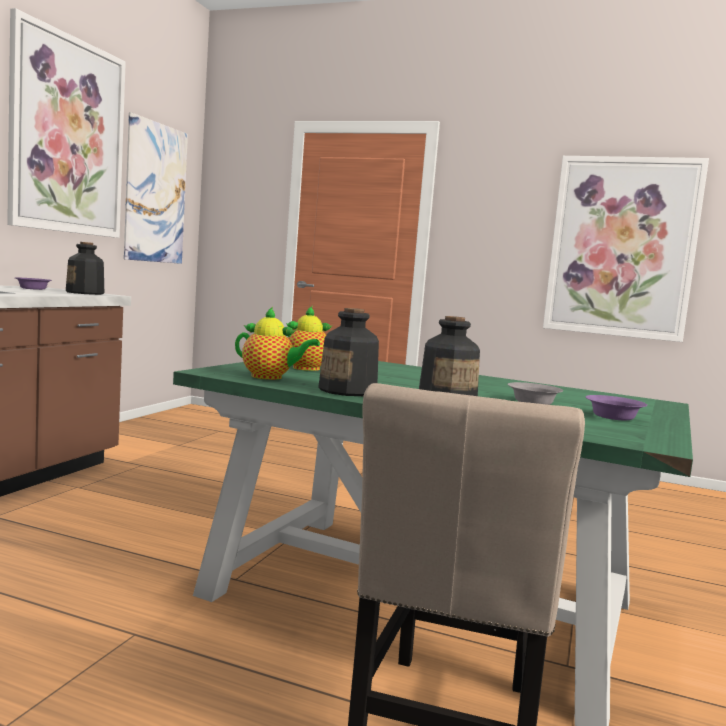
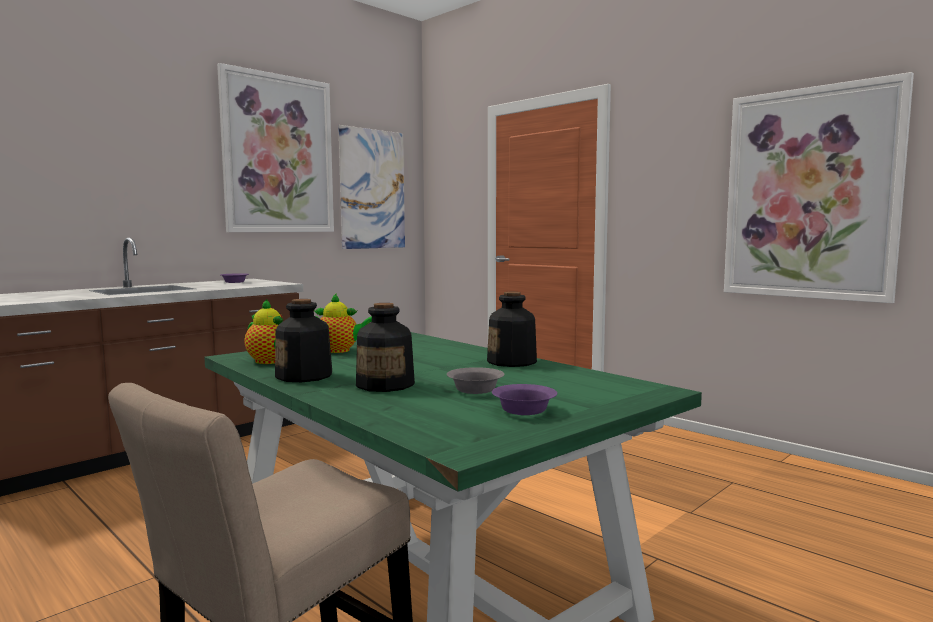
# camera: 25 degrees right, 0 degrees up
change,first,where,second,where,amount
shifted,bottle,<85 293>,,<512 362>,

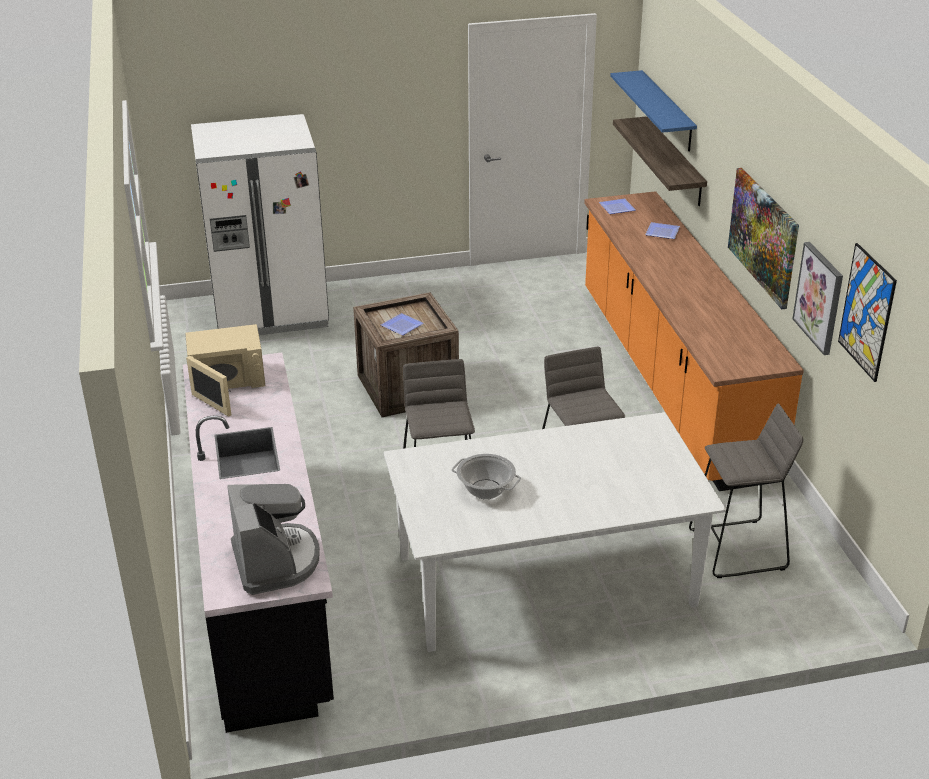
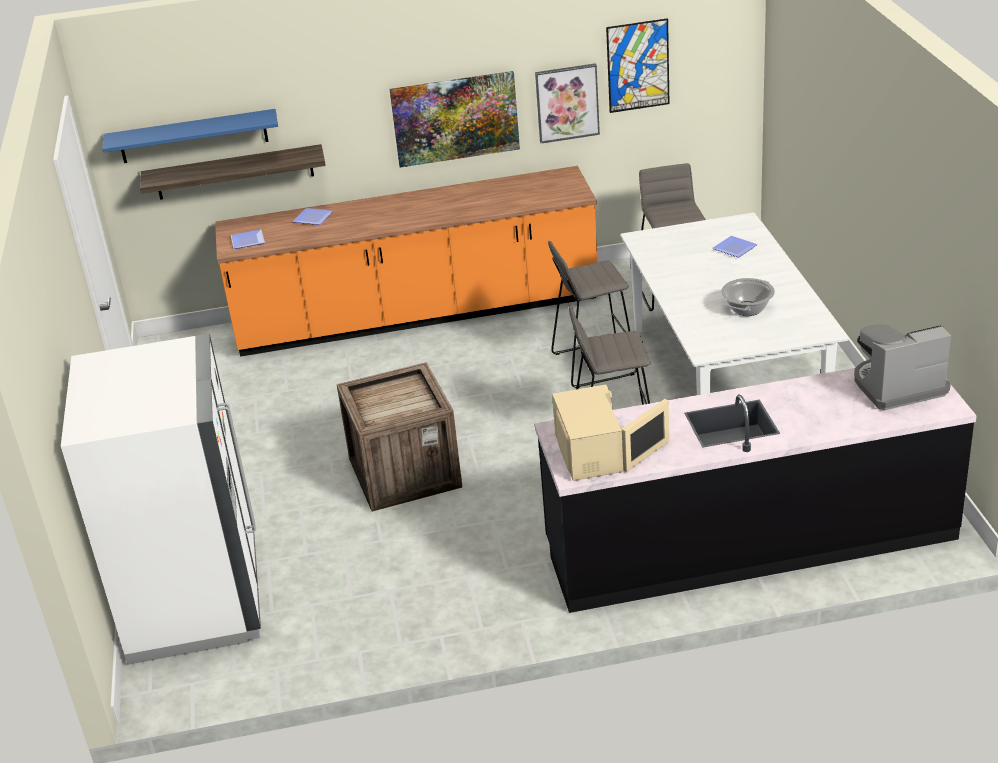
# camera: 85 degrees left, 0 degrees up
change,first,where,second,where,amount
shifted,plate,<402 327>,,<736 248>,

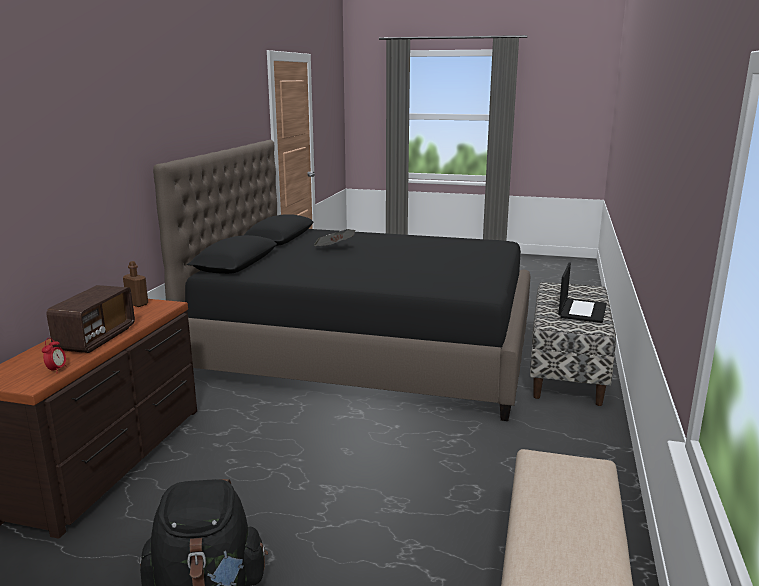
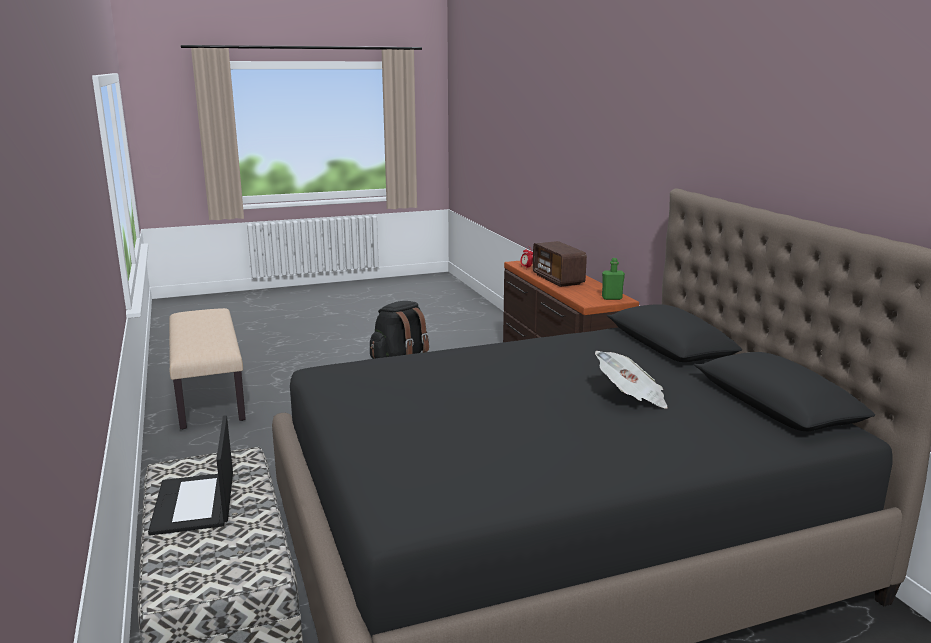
# camera: 145 degrees right, 0 degrees up
change,first,where,second,where,amount
repainted,brownish bottle,<137 304>,green-coloured bottle,<611 298>,

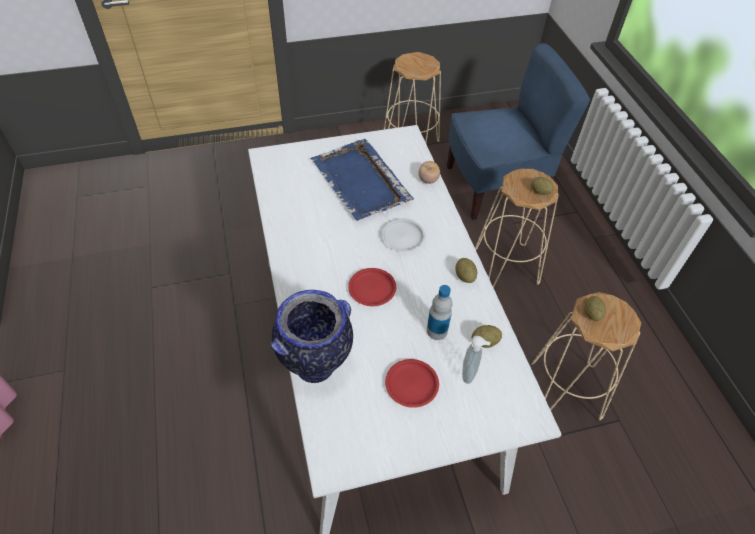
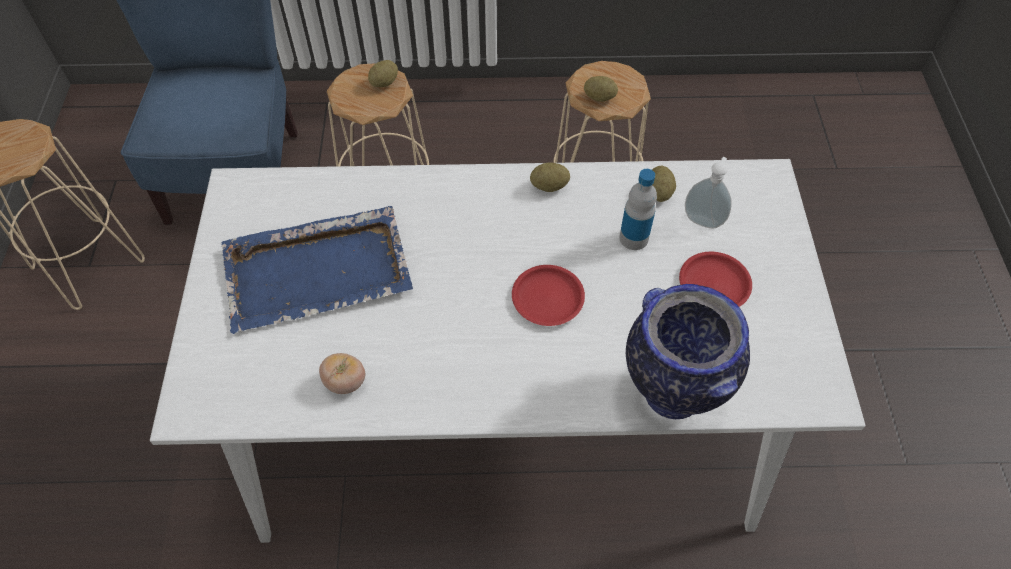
# camera: 75 degrees left, 5 degrees up
change,first,where,second,where,amount
gone,white plate,<403 237>,,,
shifted,fresh tomato,<428 179>,,<345 382>,

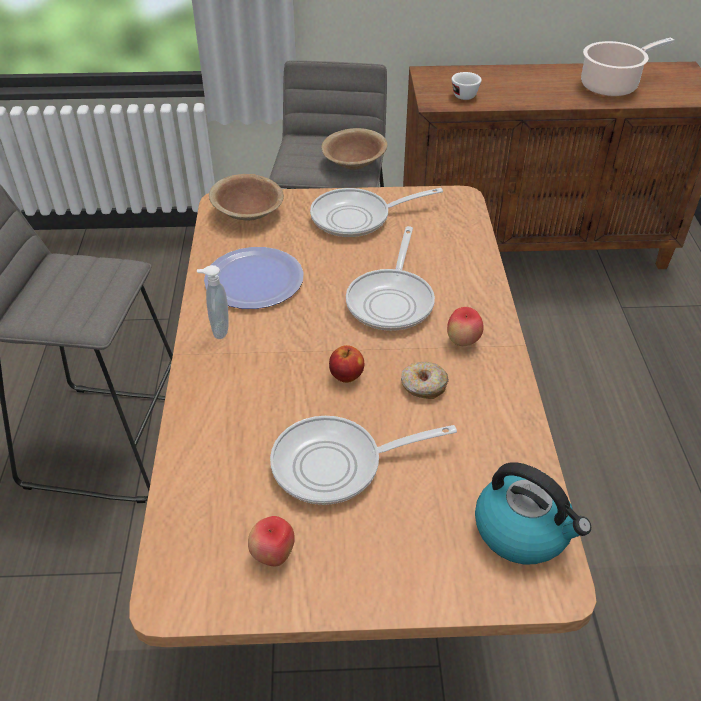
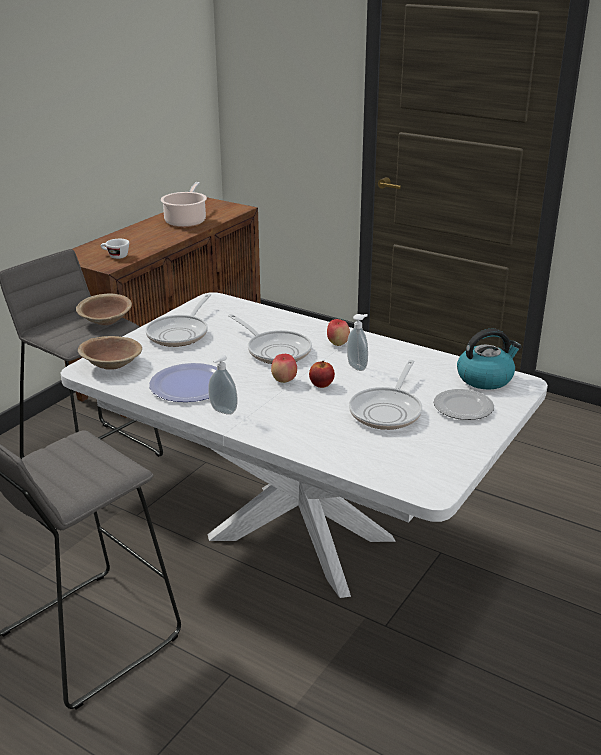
# camera: 55 degrees left, 15 degrees down
change,first,where,second,where,amount
repainted,brownish kitchen table,<351 516>,white kitchen table,<301 539>,
shifted,whole apple,<273 555>,,<284 381>,
swapped,ring doughnut,<423 386>,soap bottle,<358 366>,
new,,,plate,<463 407>,

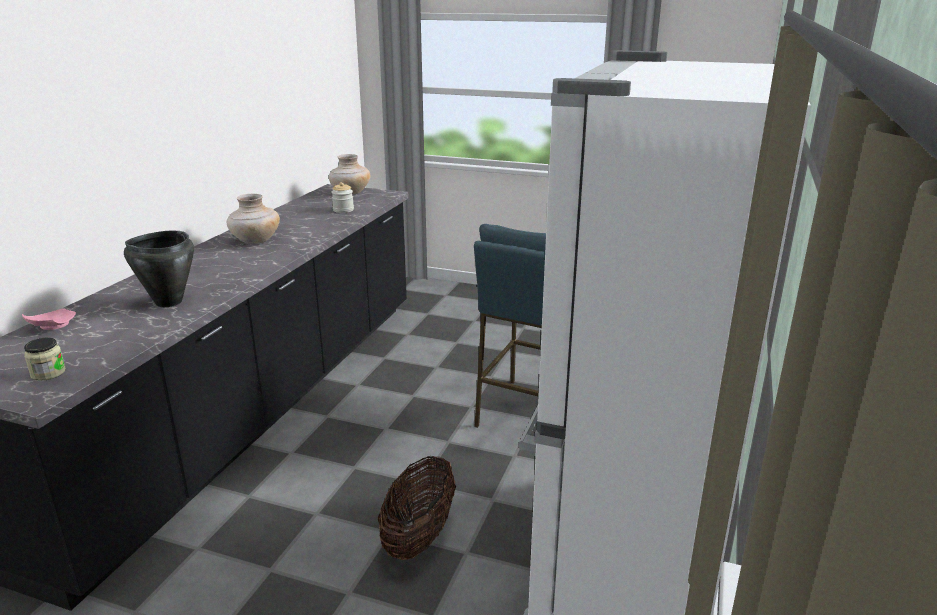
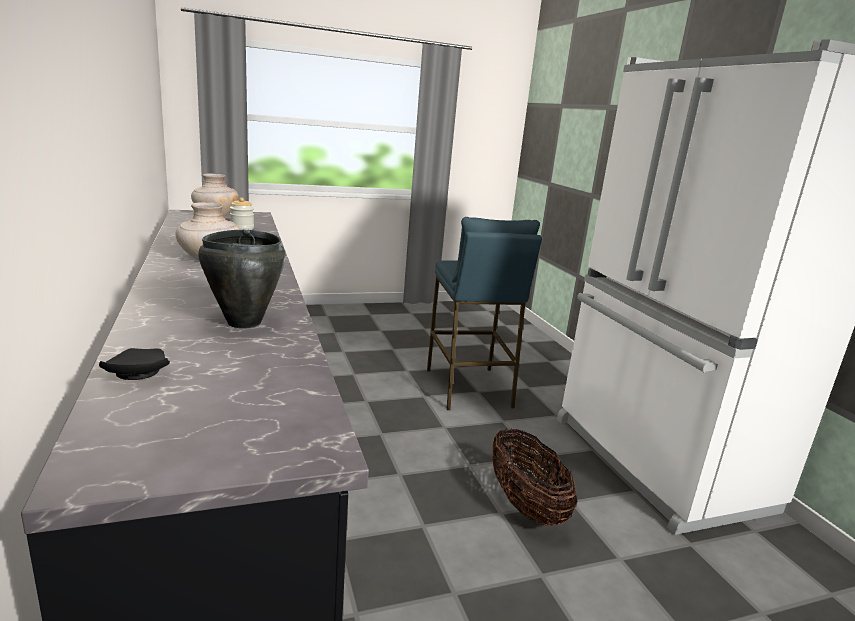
# camera: 40 degrees left, 5 degrees down
change,first,where,second,where,amount
repainted,pinkish plate,<51 326>,black-coloured plate,<136 375>,
gone,storage jar,<48 373>,,,

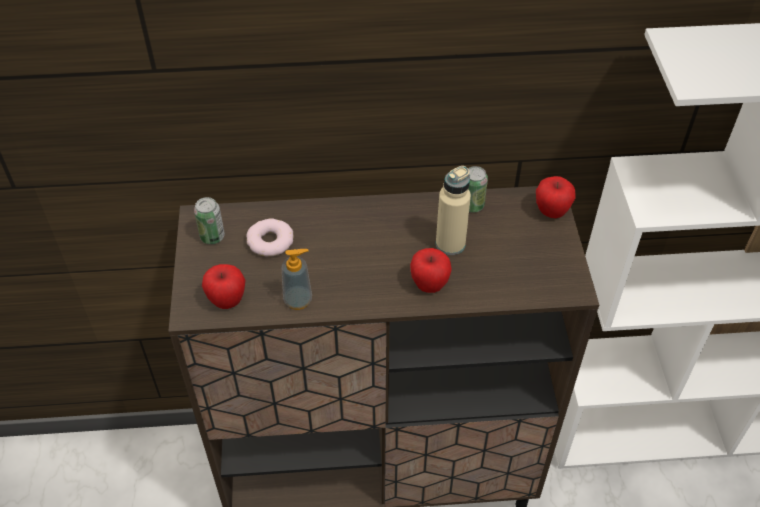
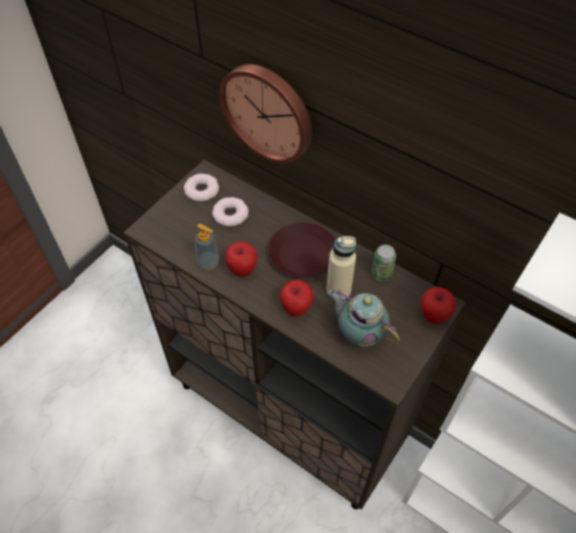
# camera: 40 degrees right, 5 degrees up
change,first,where,second,where,amount
swapped,sealed can,<212 236>,ring doughnut,<201 190>,
shifted,whole apple,<227 300>,,<242 270>,
new,,,clock on the wall,<268 112>,
new,,,brownish plate,<303 254>,
new,,,tea pot,<359 334>,

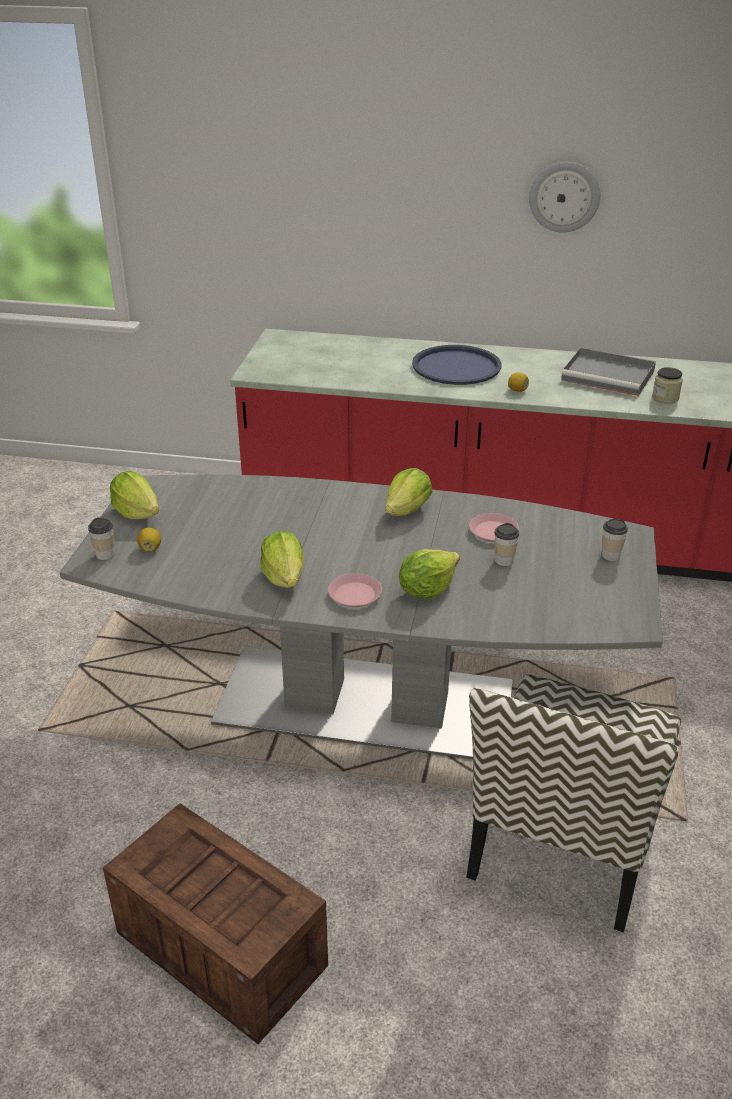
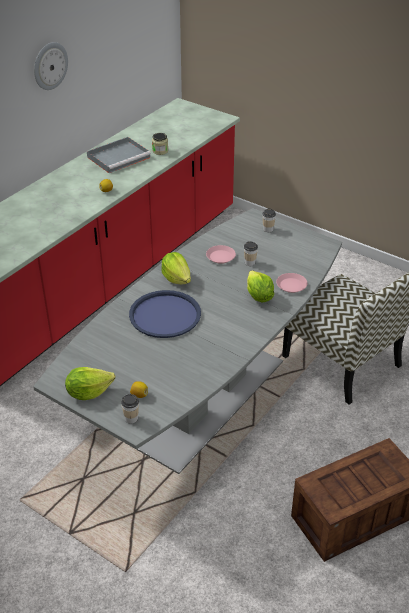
# camera: 65 degrees left, 5 degrees up
change,first,where,second,where,amount
gone,head of lettuce,<284 577>,,,
shifted,pinkish plate,<355 594>,,<291 285>,
shifted,blue-coloured carrying tray,<456 366>,,<165 315>,

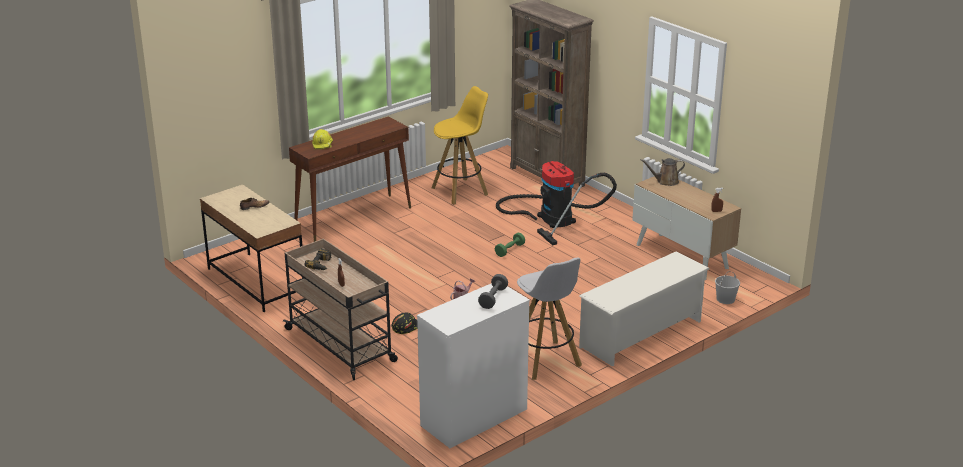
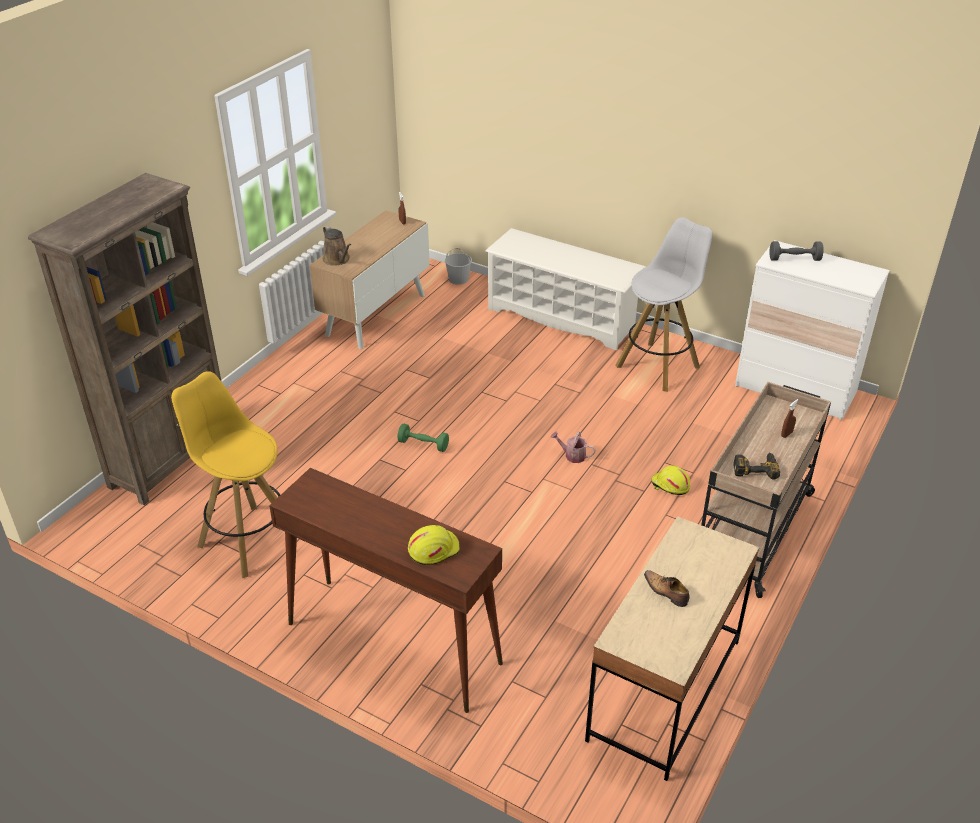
# camera: 110 degrees left, 10 degrees up
change,first,where,second,where,amount
repainted,black-coloured work helmet,<405 327>,yellowish work helmet,<670 486>,
gone,hoover,<553 217>,,,

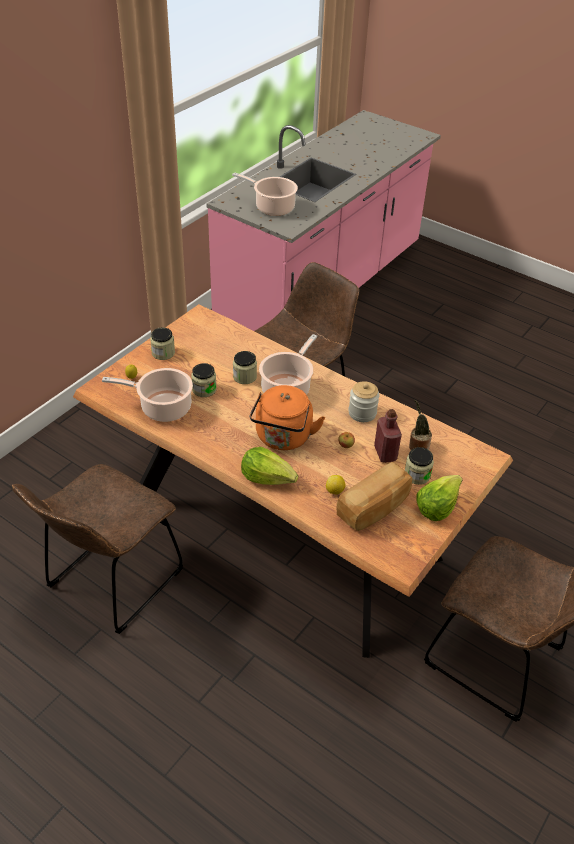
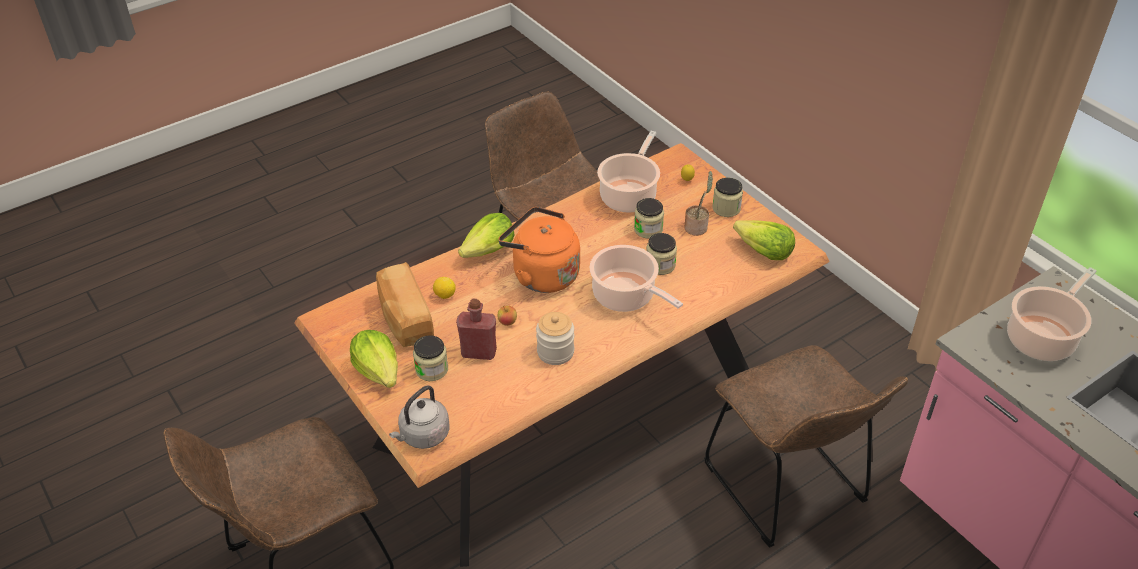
# camera: 110 degrees right, 0 degrees up
change,first,where,second,where,amount
shifted,houseplant,<417 446>,,<697 227>,
new,,,gray tea kettle,<423 436>,
new,,,head of lettuce,<763 252>,

